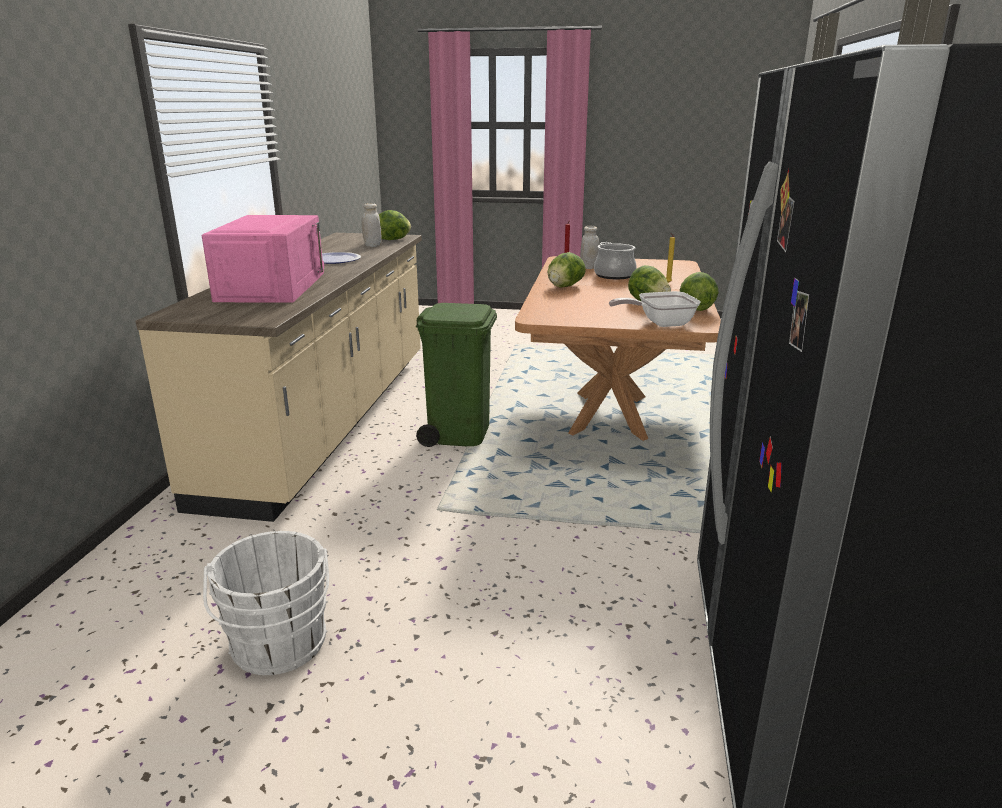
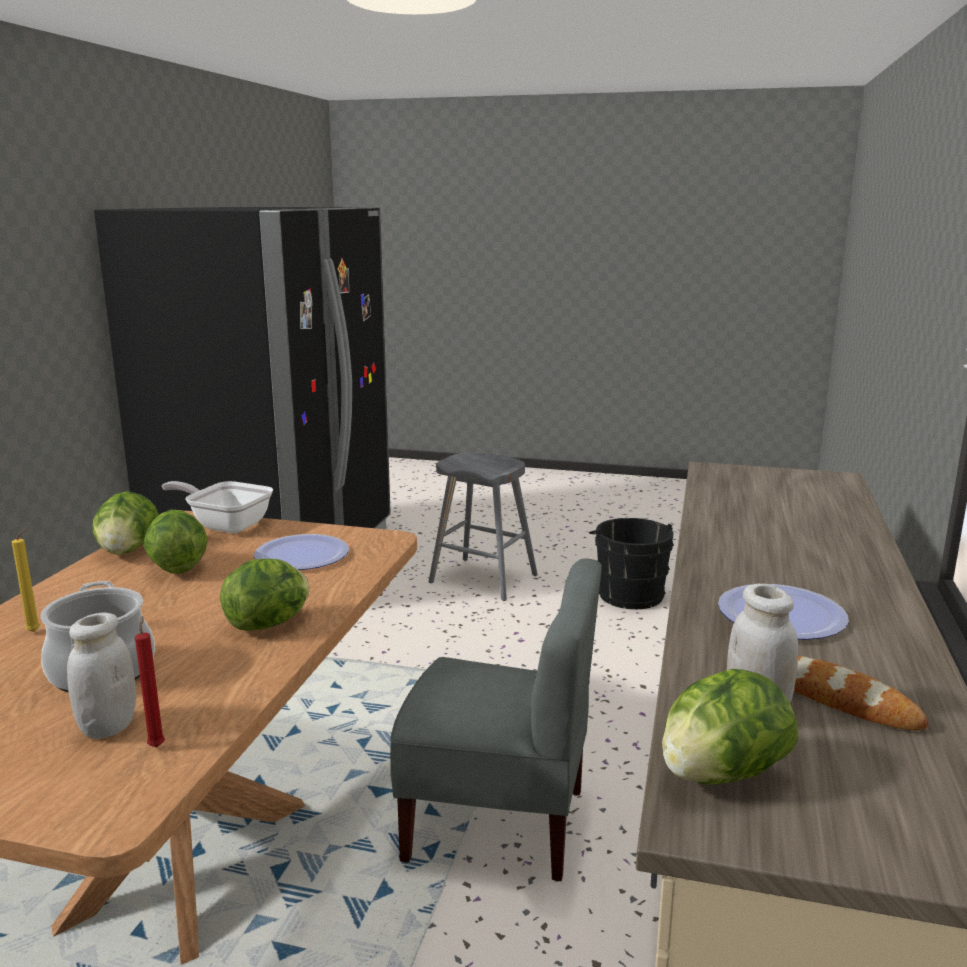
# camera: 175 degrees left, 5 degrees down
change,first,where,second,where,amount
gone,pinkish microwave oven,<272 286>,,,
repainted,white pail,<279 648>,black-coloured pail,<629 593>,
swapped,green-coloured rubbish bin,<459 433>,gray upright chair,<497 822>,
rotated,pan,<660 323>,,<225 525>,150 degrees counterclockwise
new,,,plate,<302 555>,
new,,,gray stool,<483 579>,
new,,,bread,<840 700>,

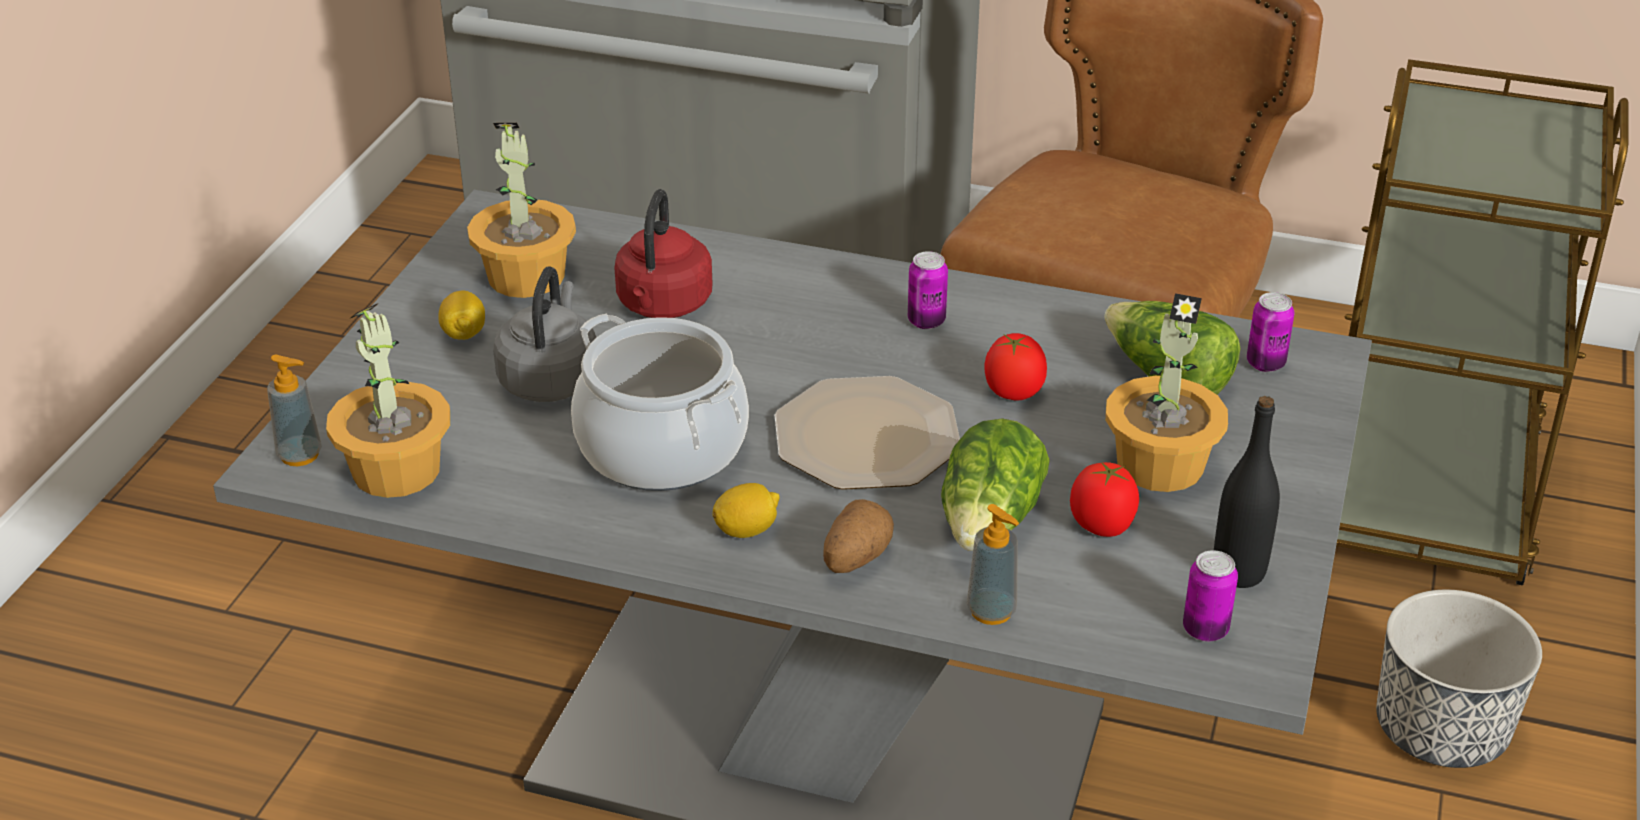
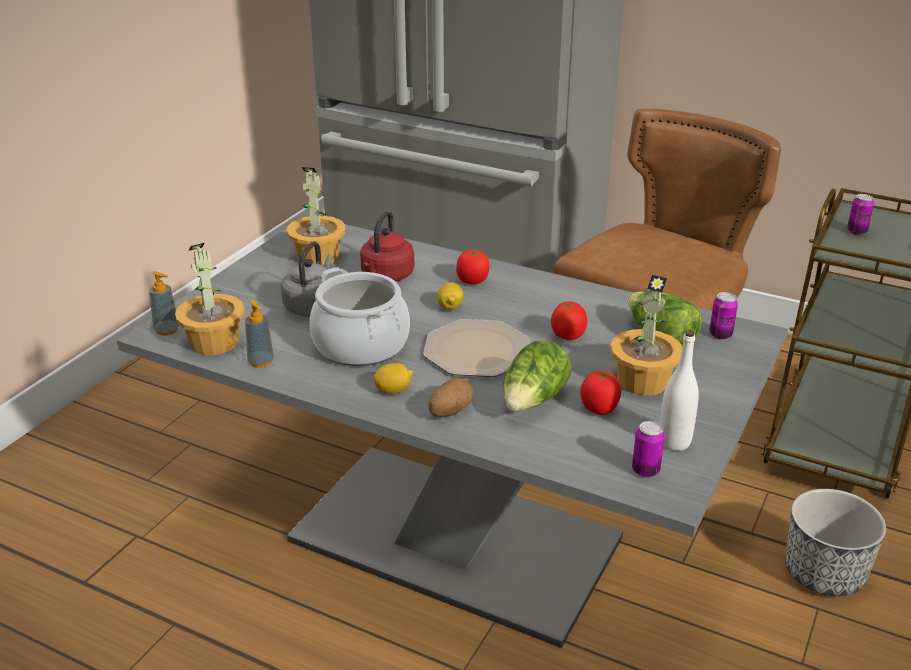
# camera: 10 degrees right, 5 degrees down
change,first,where,second,where,amount
shifted,lemon,<464 334>,,<450 307>,
shifted,sealed can,<926 321>,,<856 231>,
shifted,soap bottle,<991 611>,,<261 362>,
repainted,black-coloured bottle,<1238 572>,white bottle,<674 442>,
new,,,fresh tomato,<472 281>,

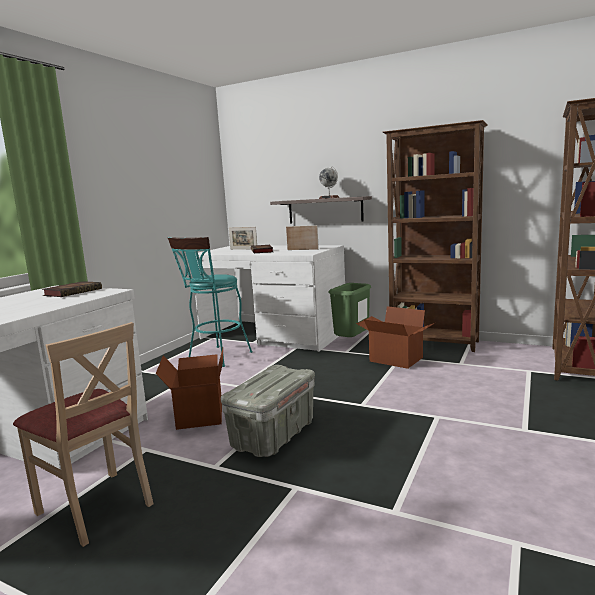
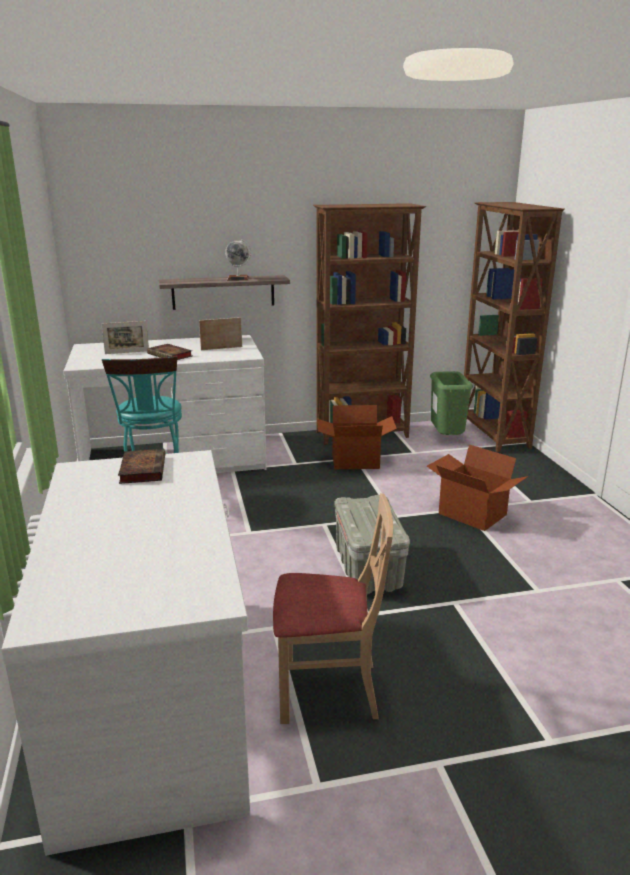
# camera: 40 degrees left, 10 degrees up
change,first,where,second,where,amount
shifted,carton,<199 415>,,<471 515>,
shifted,green-coloured rubbish bin,<352 343>,,<447 439>,

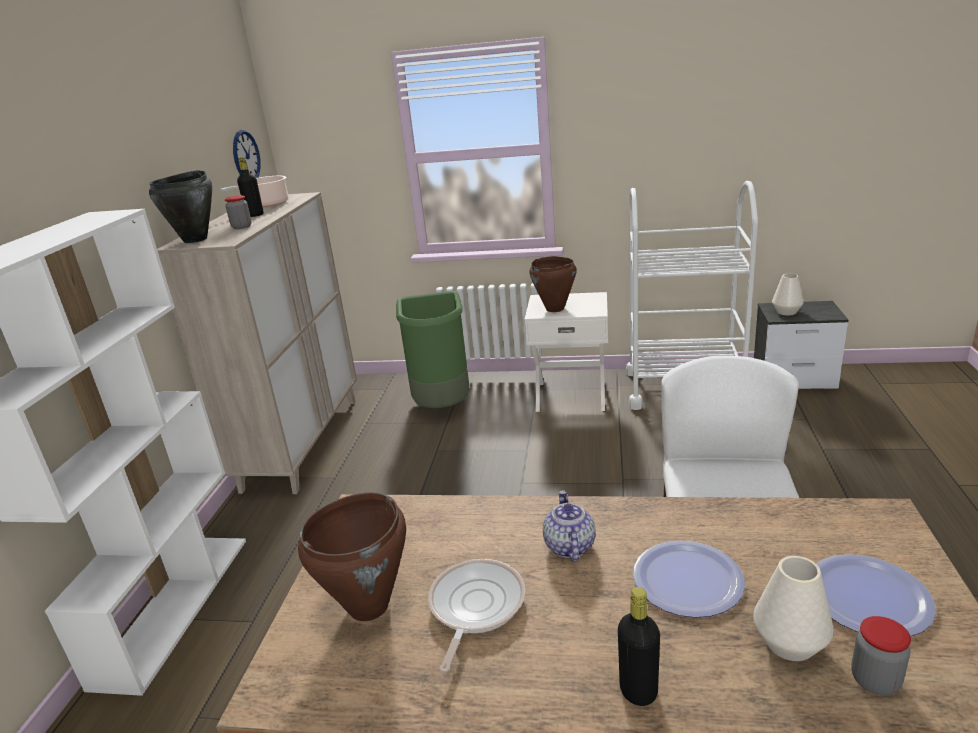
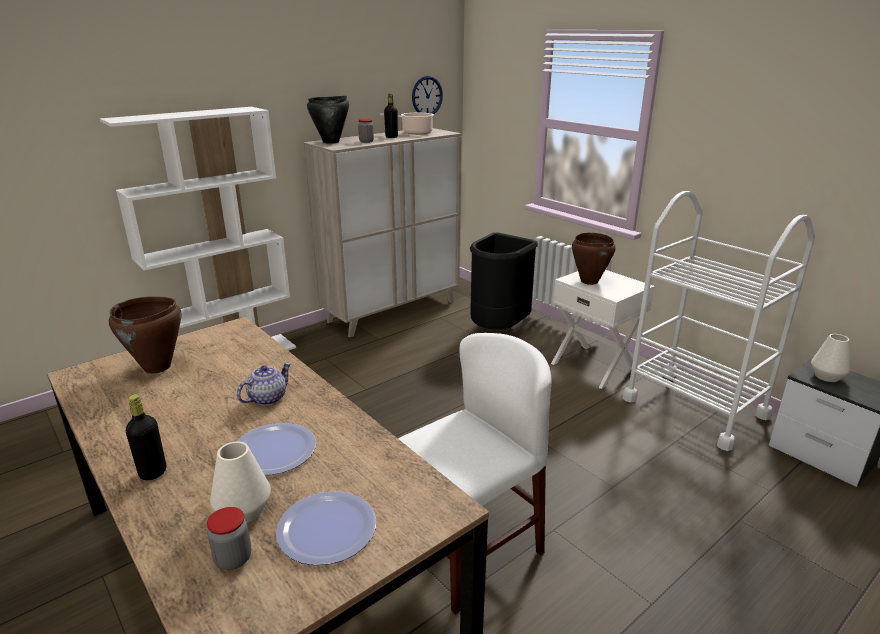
# camera: 40 degrees right, 0 degrees up
change,first,where,second,where,amount
repainted,green-coloured rubbish bin,<442 405>,black-coloured rubbish bin,<498 329>,
gone,pan,<474 607>,,,

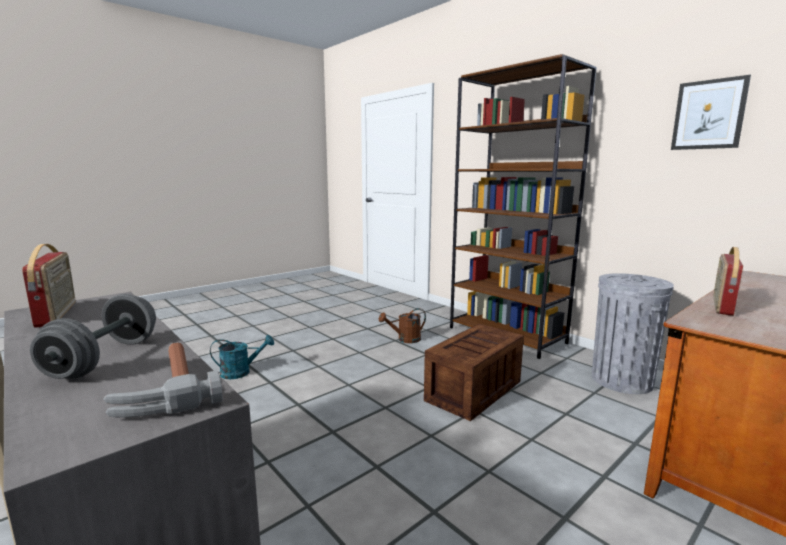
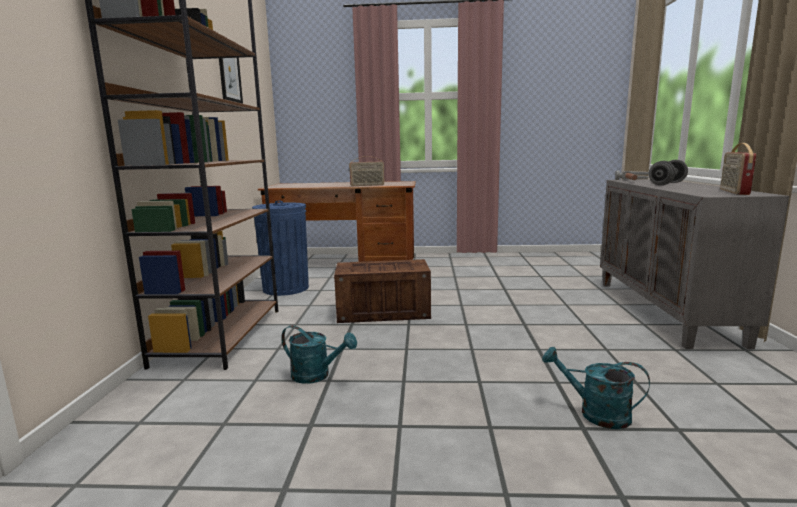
# camera: 135 degrees left, 0 degrees up
change,first,where,second,where,amount
repainted,brownish sprinkling can,<405 339>,blue-green sprinkling can,<317 375>,
repainted,gray rubbish bin,<621 380>,blue-coloured rubbish bin,<286 288>,

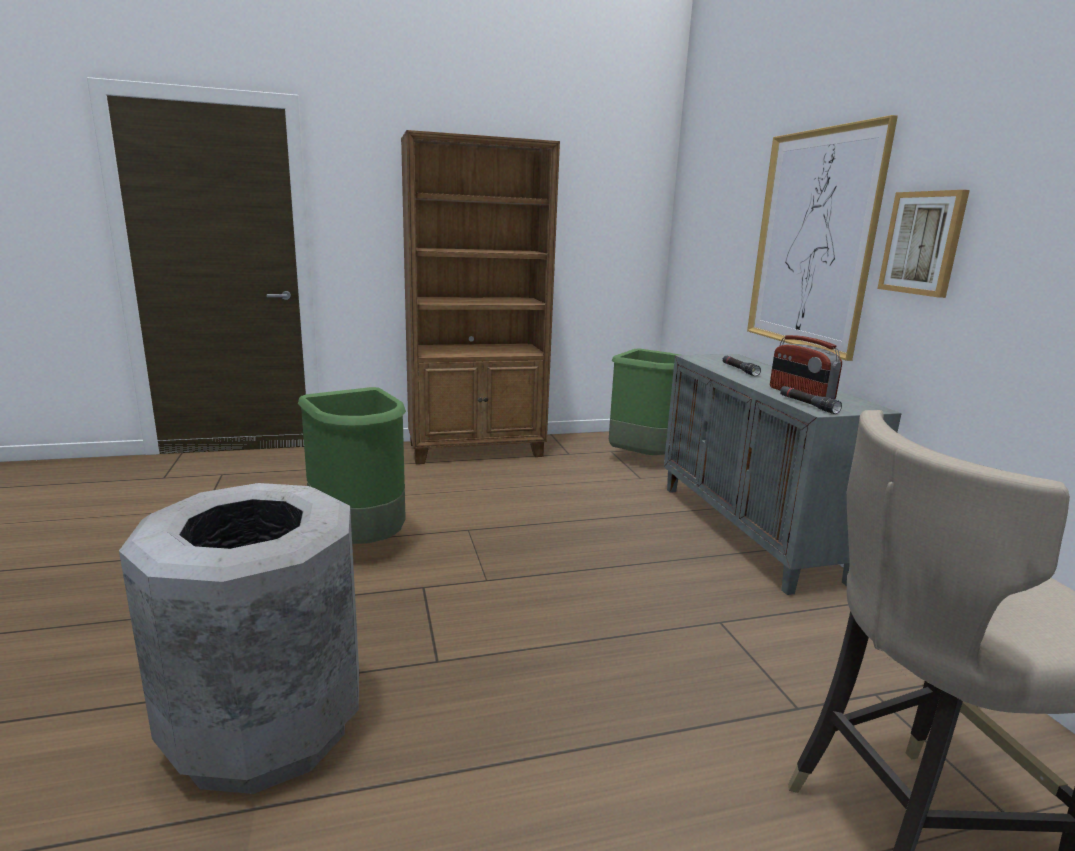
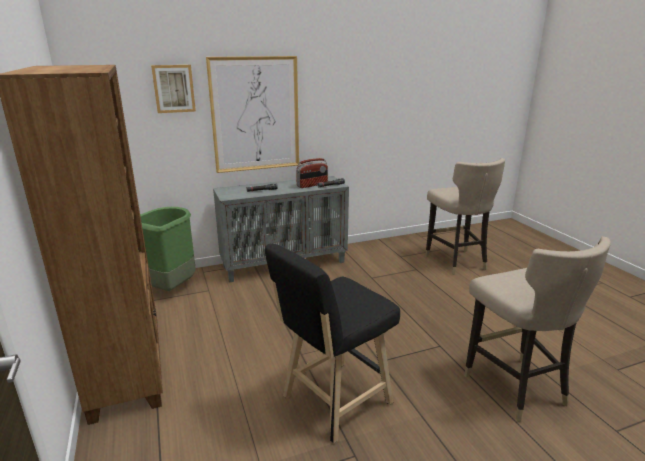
# camera: 95 degrees left, 5 degrees up
change,first,where,second,where,amount
swapped,gray rubbish bin,<265 728>,beige-coloured stool,<514 387>,
swapped,green-coloured rubbish bin,<361 542>,black-coloured stool,<332 402>,
shifted,wall art,<923 243>,,<174 88>,

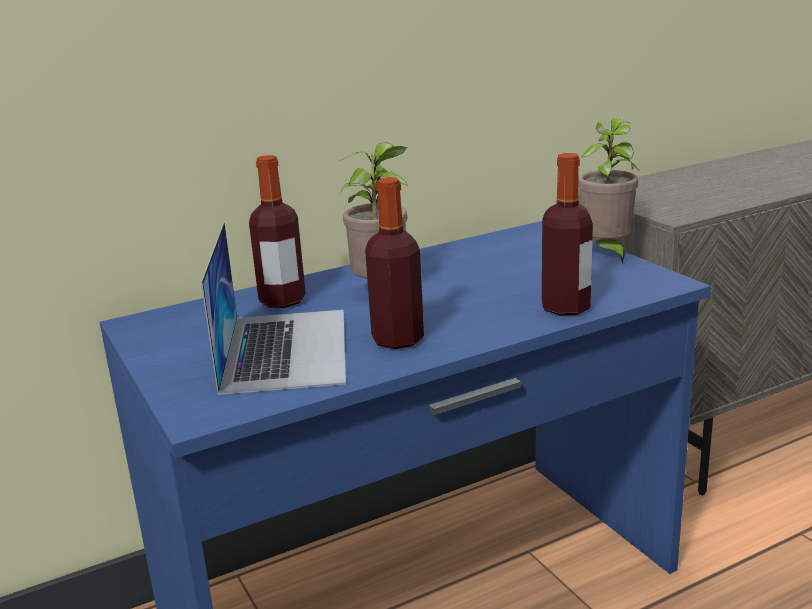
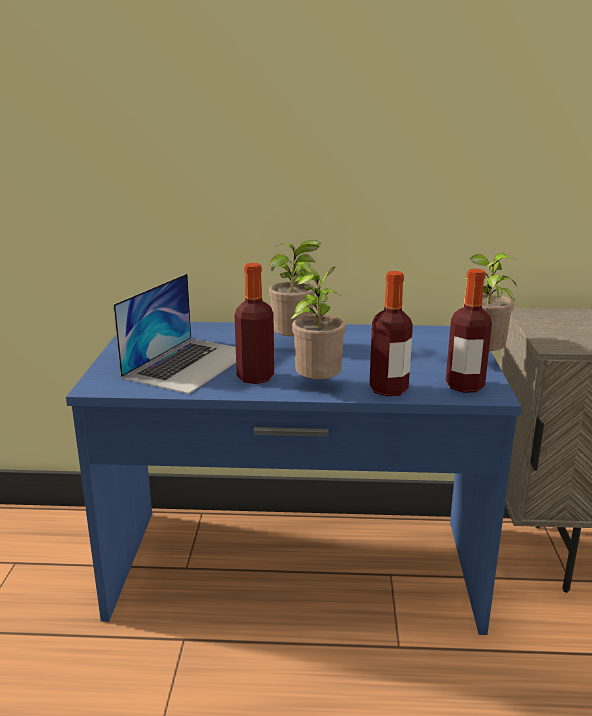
# camera: 30 degrees right, 0 degrees up
change,first,where,second,where,amount
shifted,bottle,<282 301>,,<464 386>,
new,,,houseplant,<317 386>,

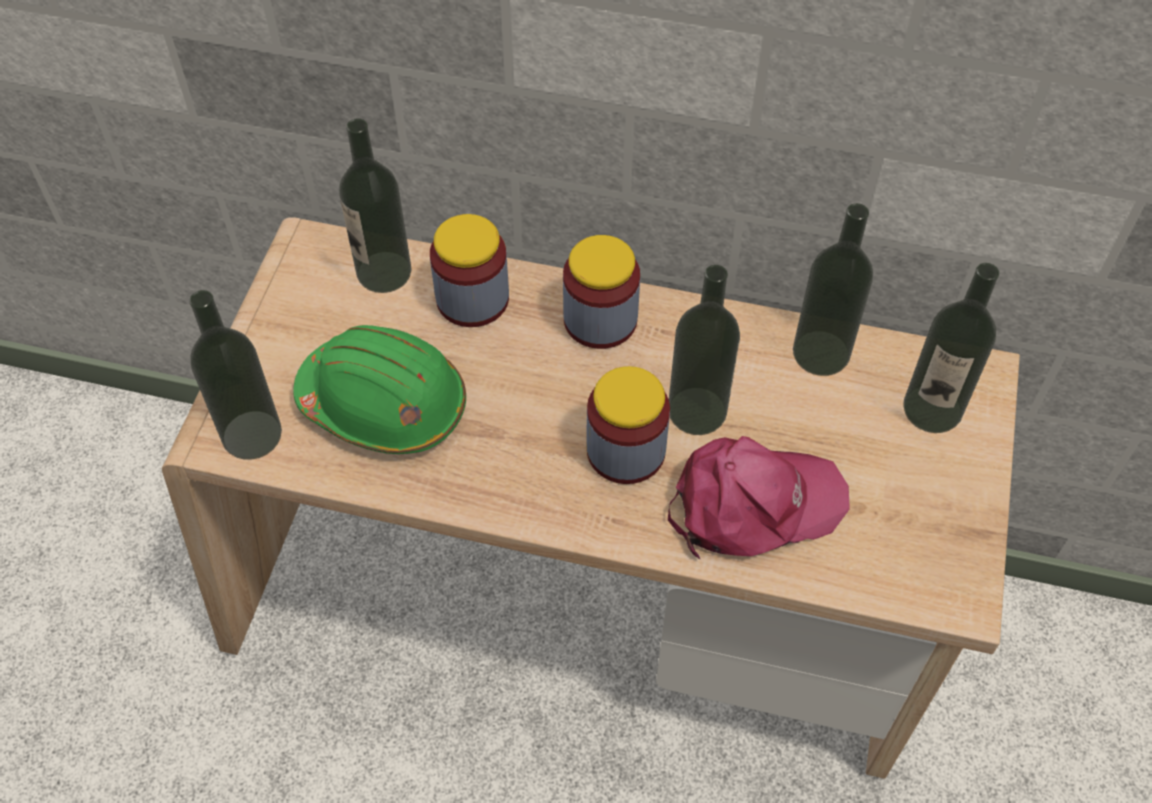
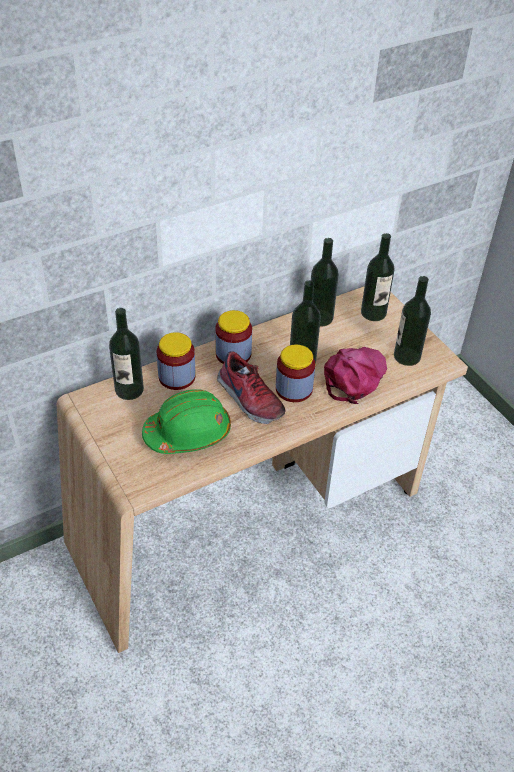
# camera: 45 degrees left, 10 degrees down
change,first,where,second,where,amount
shifted,bottle,<252 435>,,<407 356>,
new,,,low shoe,<248 399>,

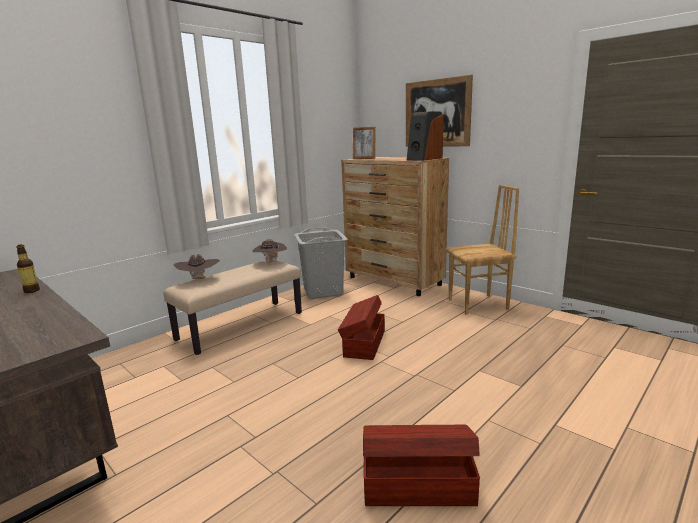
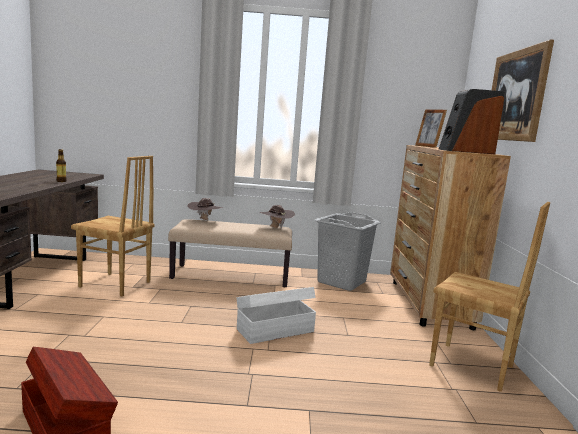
# camera: 45 degrees right, 5 degrees down
change,first,where,second,where,amount
repainted,brownish storage container,<363 343>,white storage container,<274 330>,
new,,,brownish upright chair,<115 285>,

